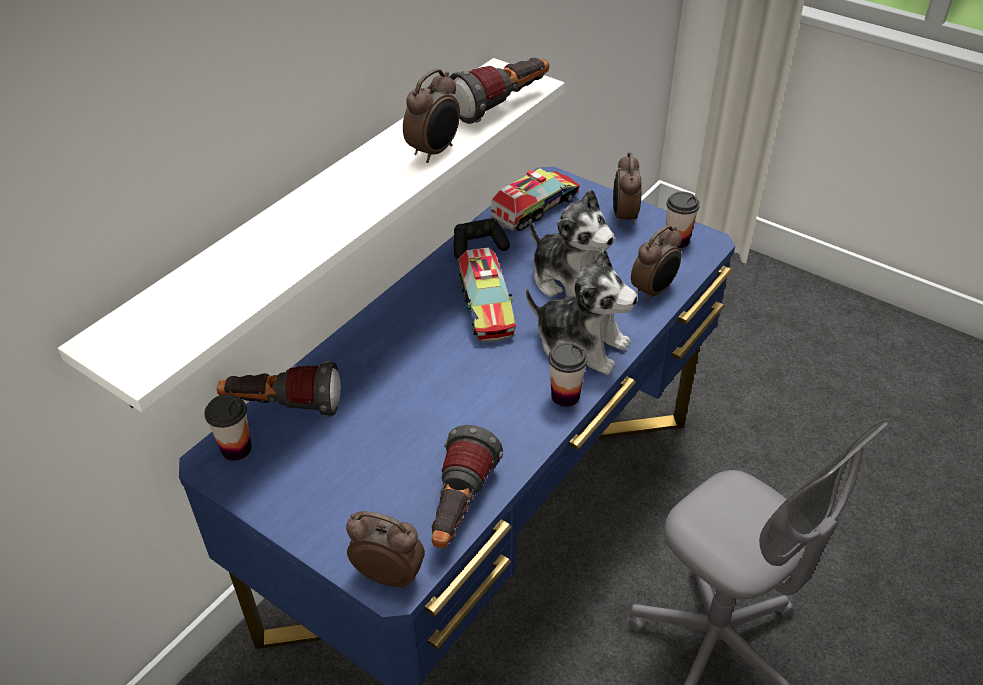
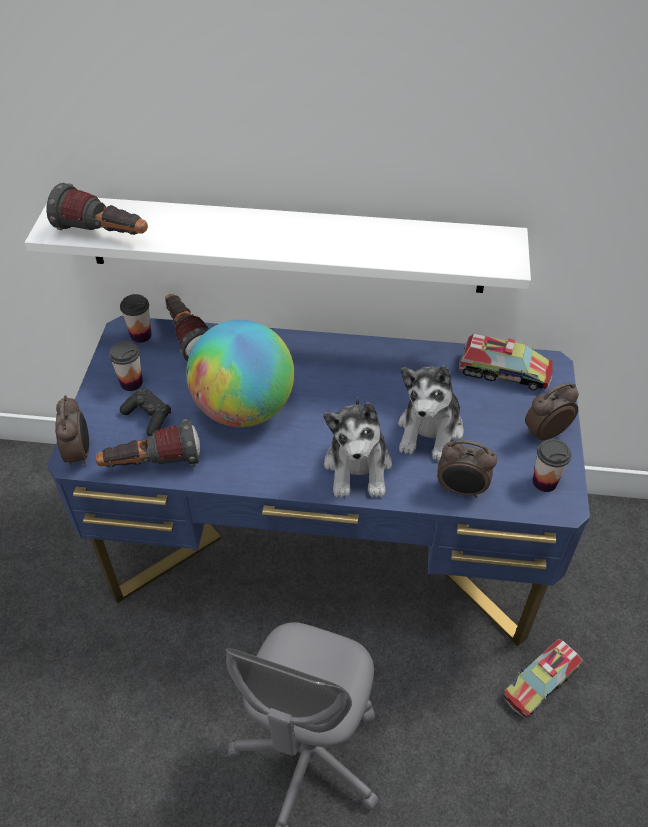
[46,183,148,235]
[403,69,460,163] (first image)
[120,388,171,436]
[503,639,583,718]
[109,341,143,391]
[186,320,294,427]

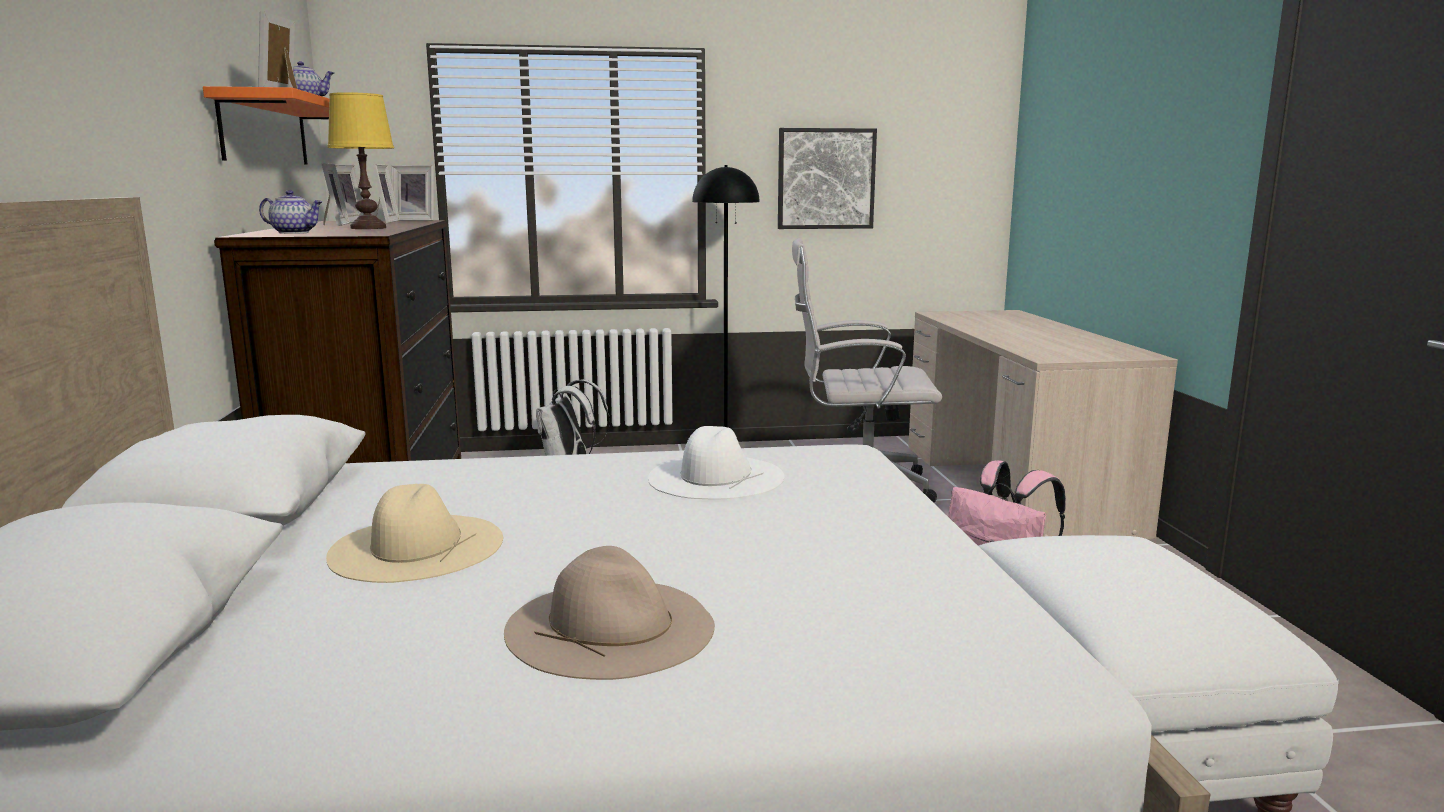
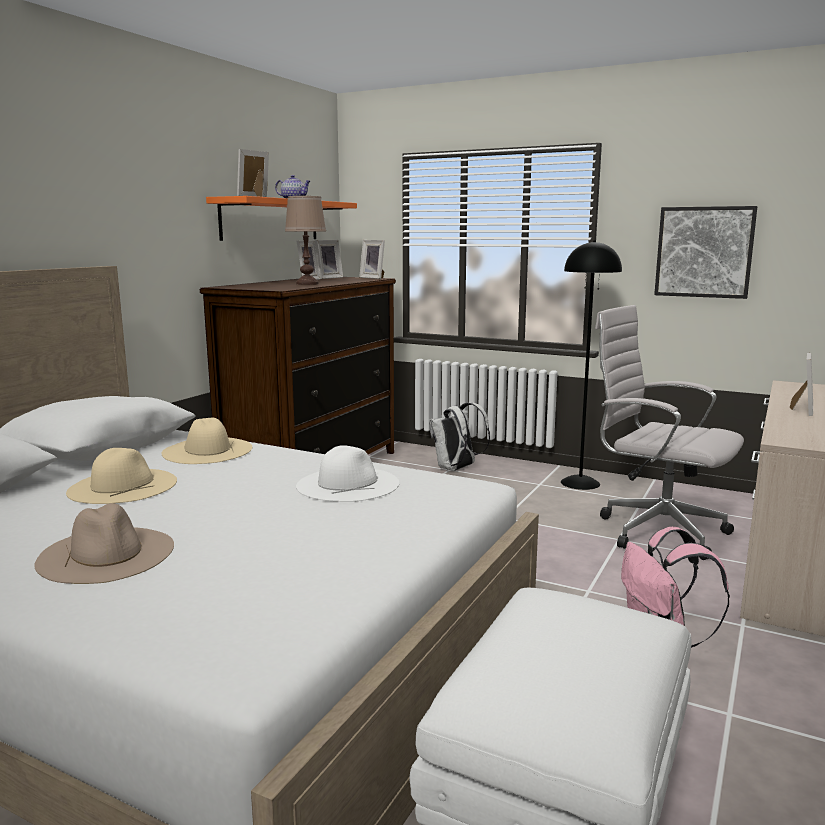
[285,196,326,285]
[790,353,813,416]
[259,190,323,234] (first image)
[162,417,252,464]

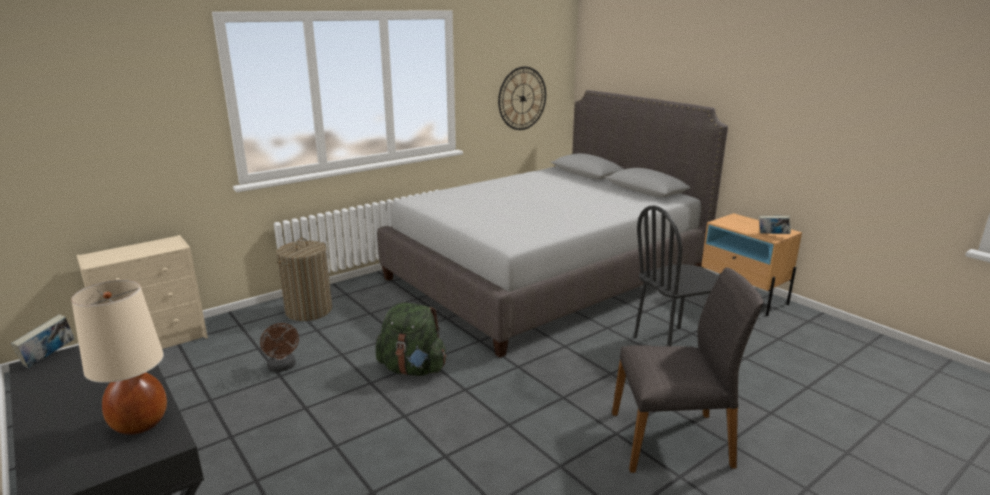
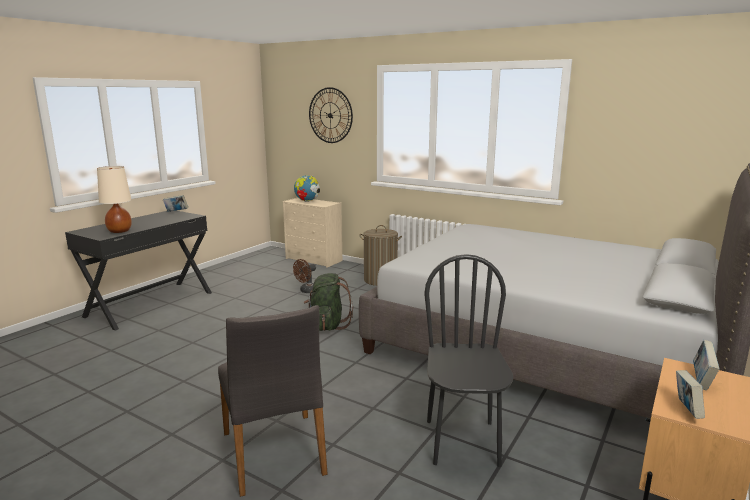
[309,87,353,143]
[424,254,513,467]
[294,175,320,202]
[693,340,720,390]

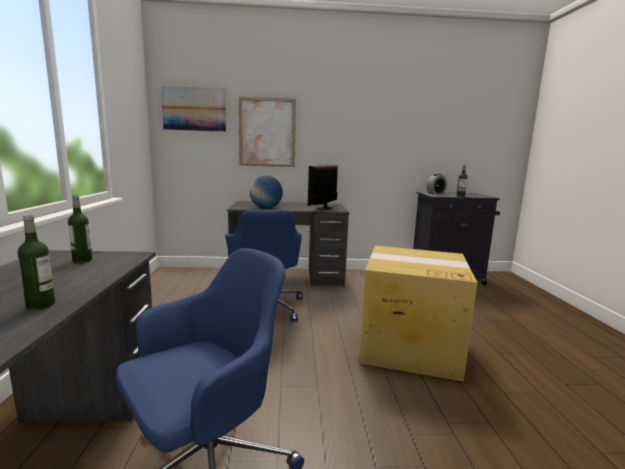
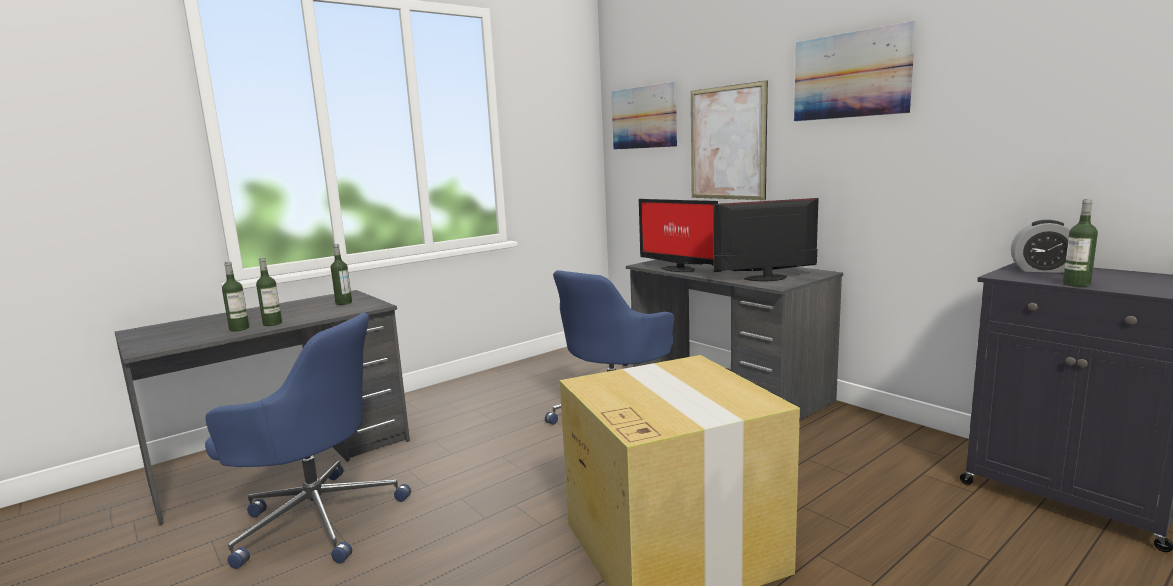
[639,199,718,272]
[794,21,916,121]
[256,258,282,326]

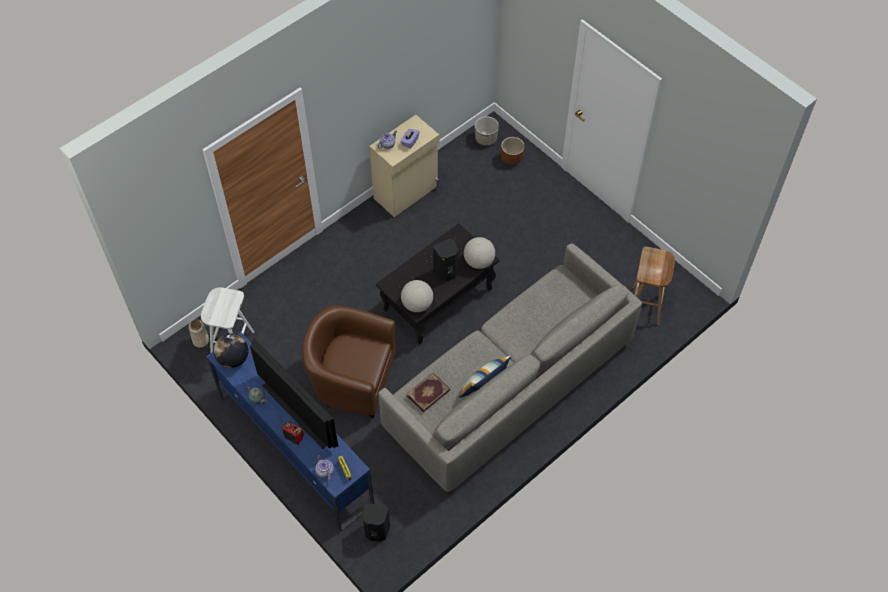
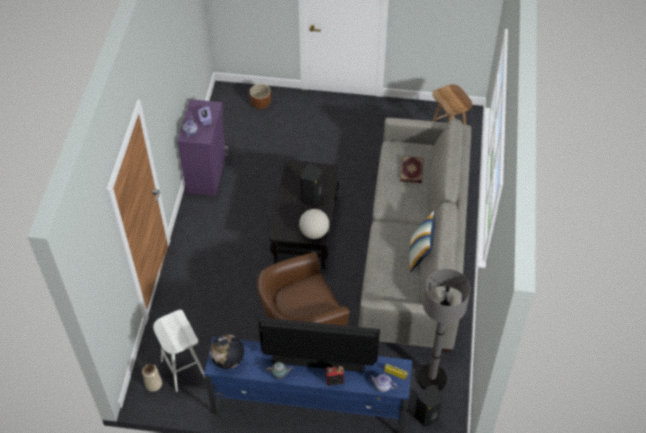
[177,99,229,196]
[475,116,499,146] (first image)
[464,237,495,269] (first image)
[400,156,424,183]
[417,269,470,391]

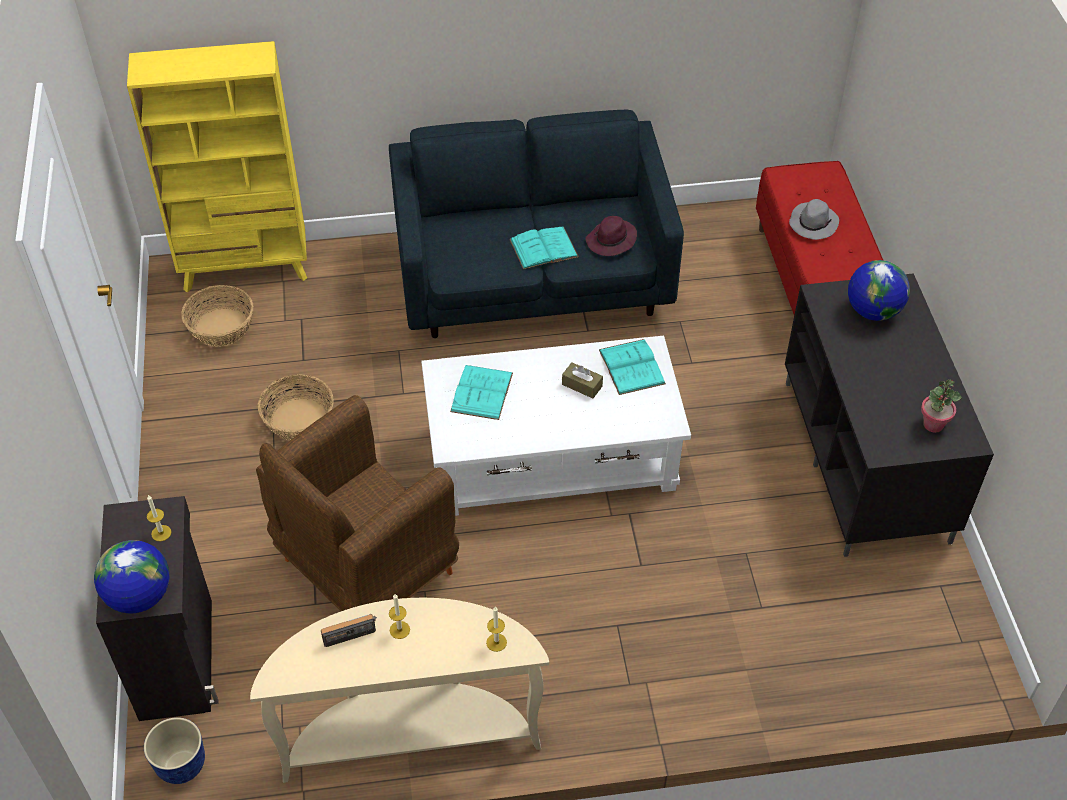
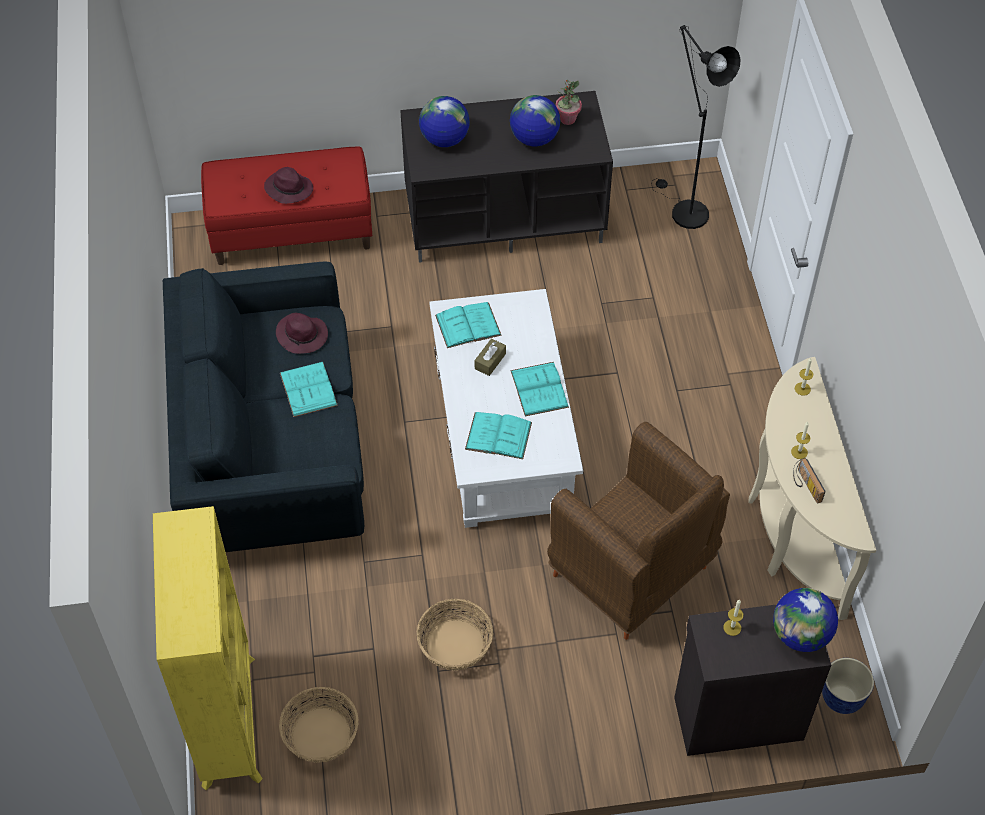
[264,167,313,204]
[651,25,740,229]
[510,95,560,147]
[510,362,569,416]

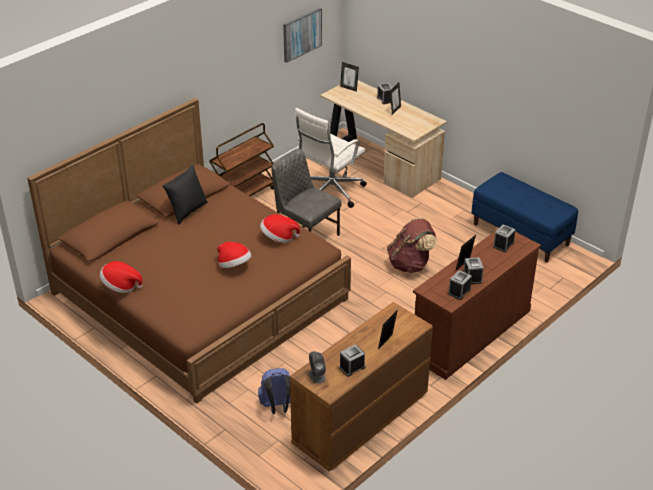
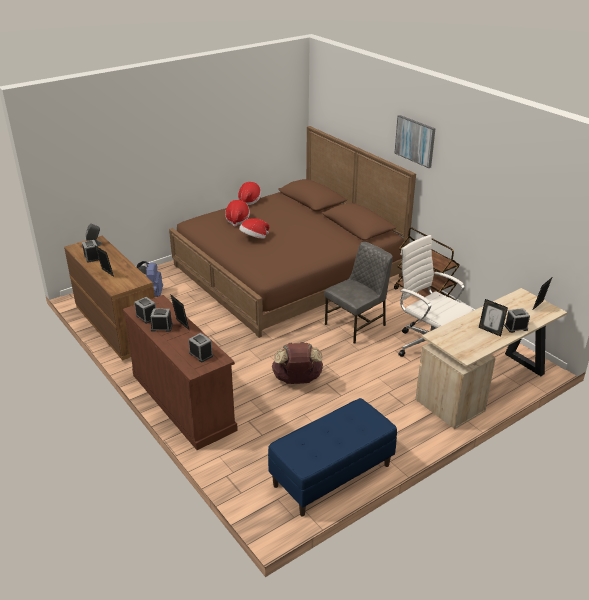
[395,115,435,168]
[162,165,208,225] (first image)
[225,200,250,227]

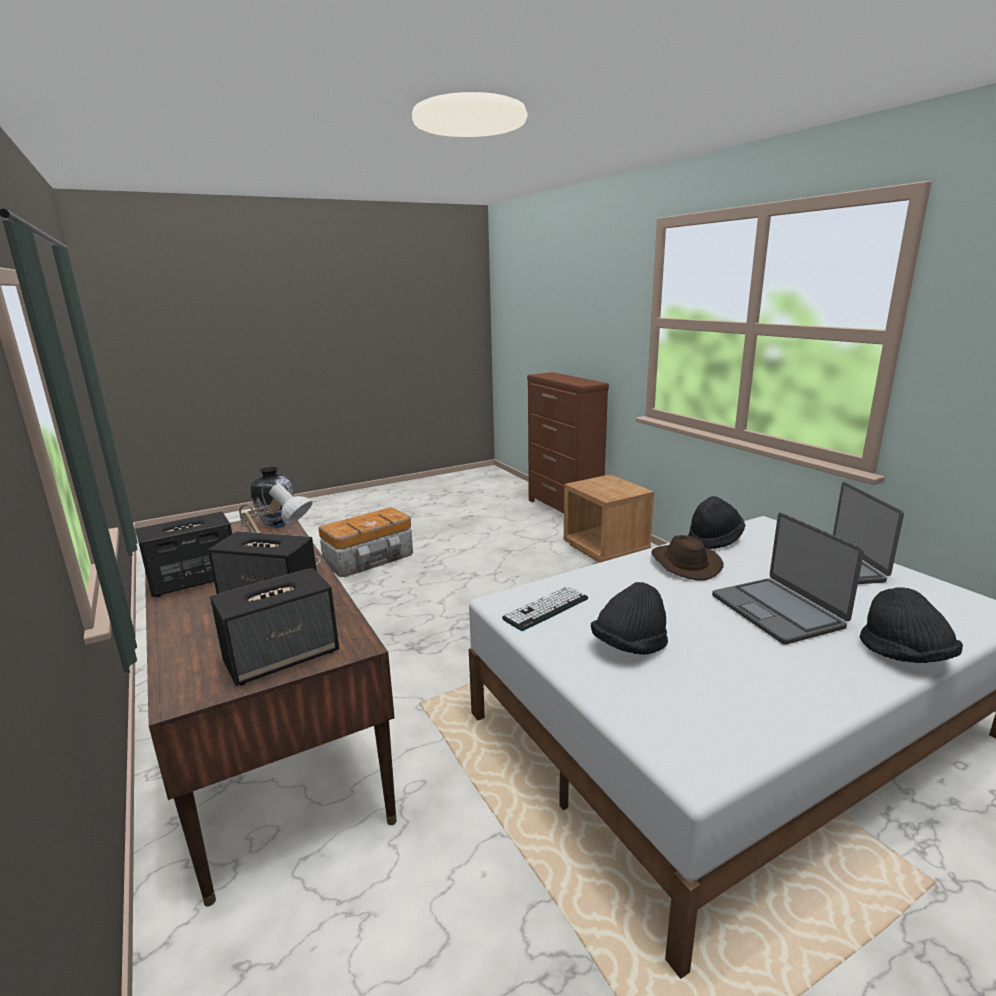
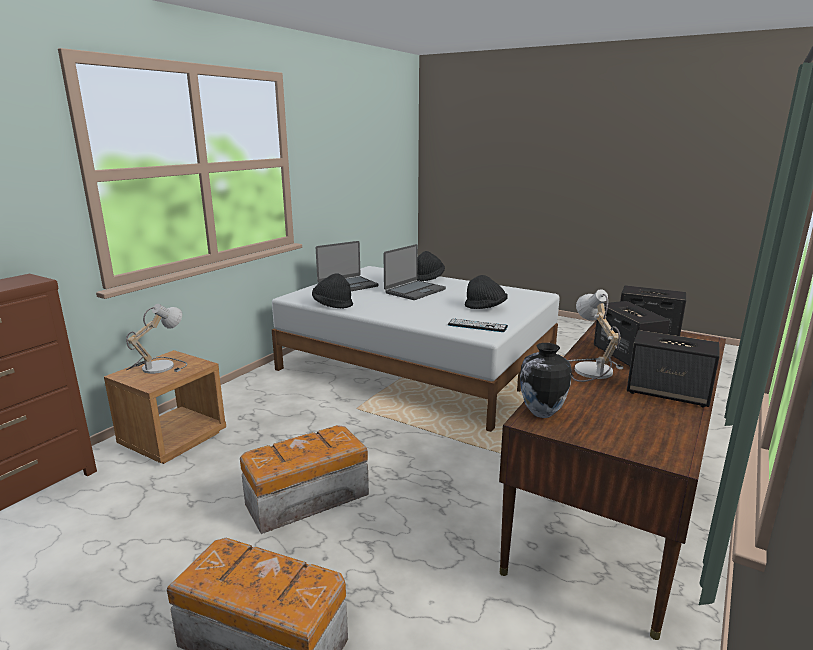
[651,535,724,581] (first image)
[126,304,187,374]
[240,425,369,534]

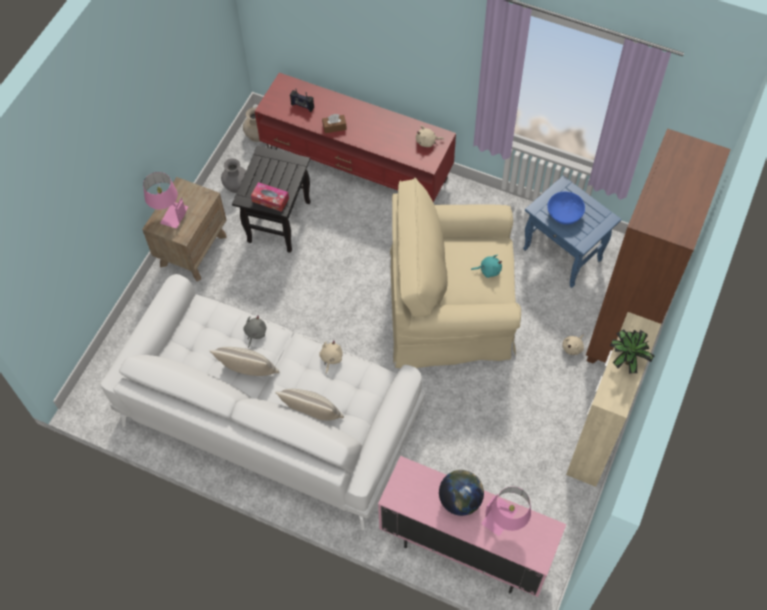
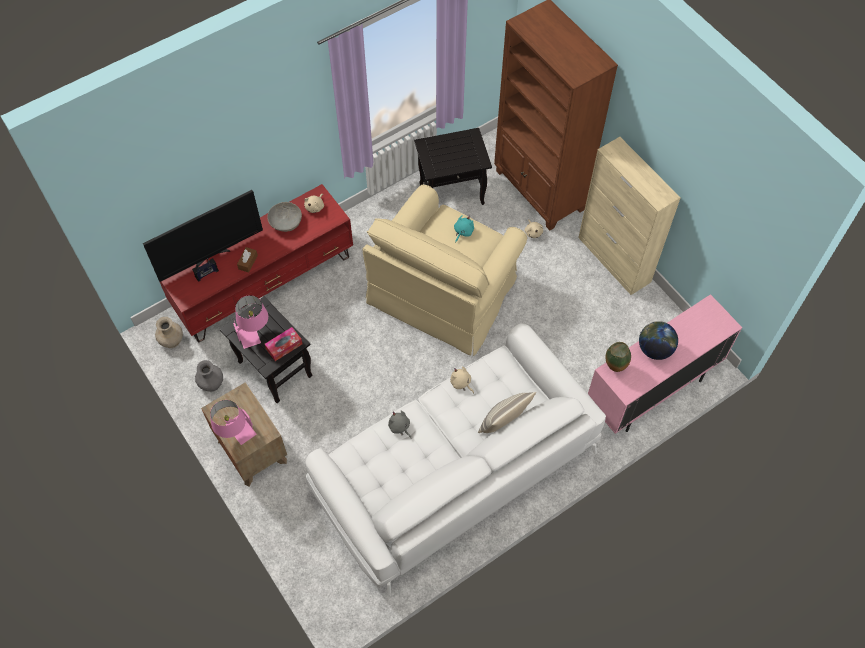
[414,128,492,205]
[548,192,585,225] (first image)
[610,329,655,374] (first image)
[209,347,280,376] (first image)
[233,295,268,349]
[143,190,263,282]
[267,202,302,232]
[605,342,631,372]

